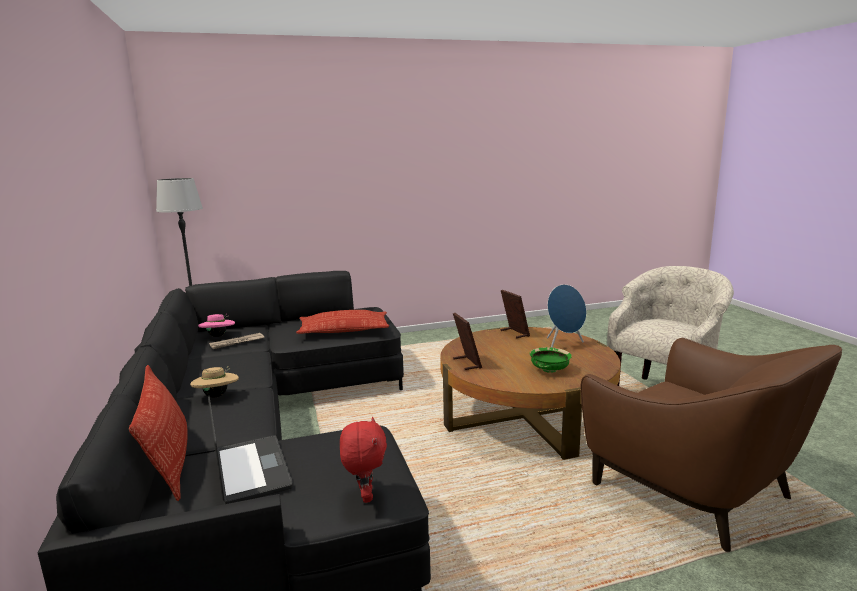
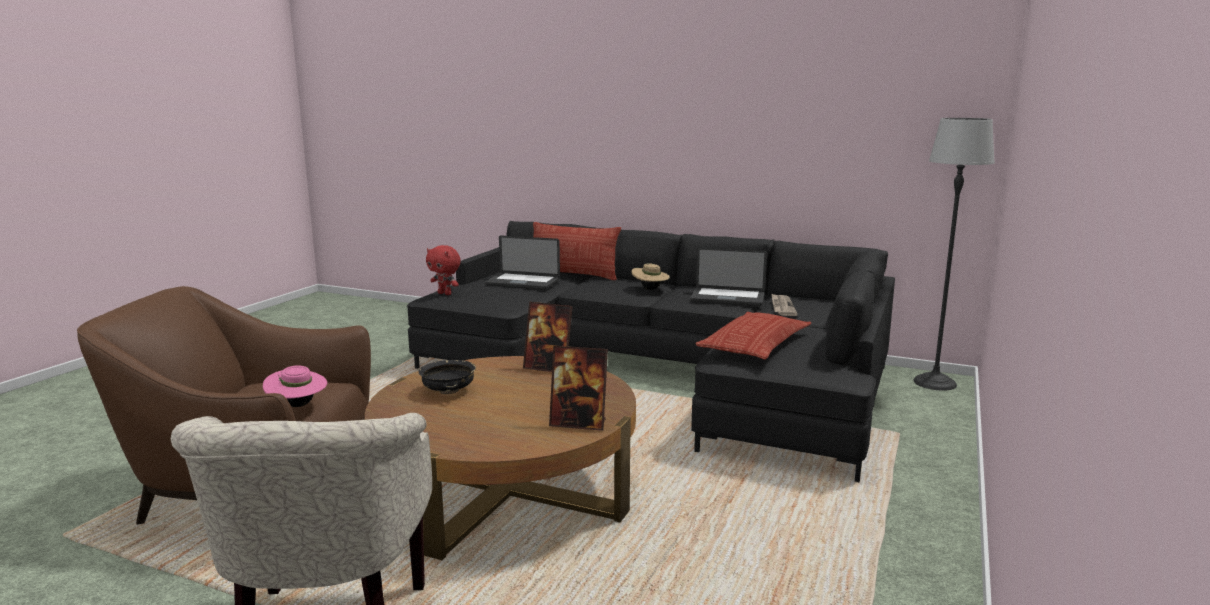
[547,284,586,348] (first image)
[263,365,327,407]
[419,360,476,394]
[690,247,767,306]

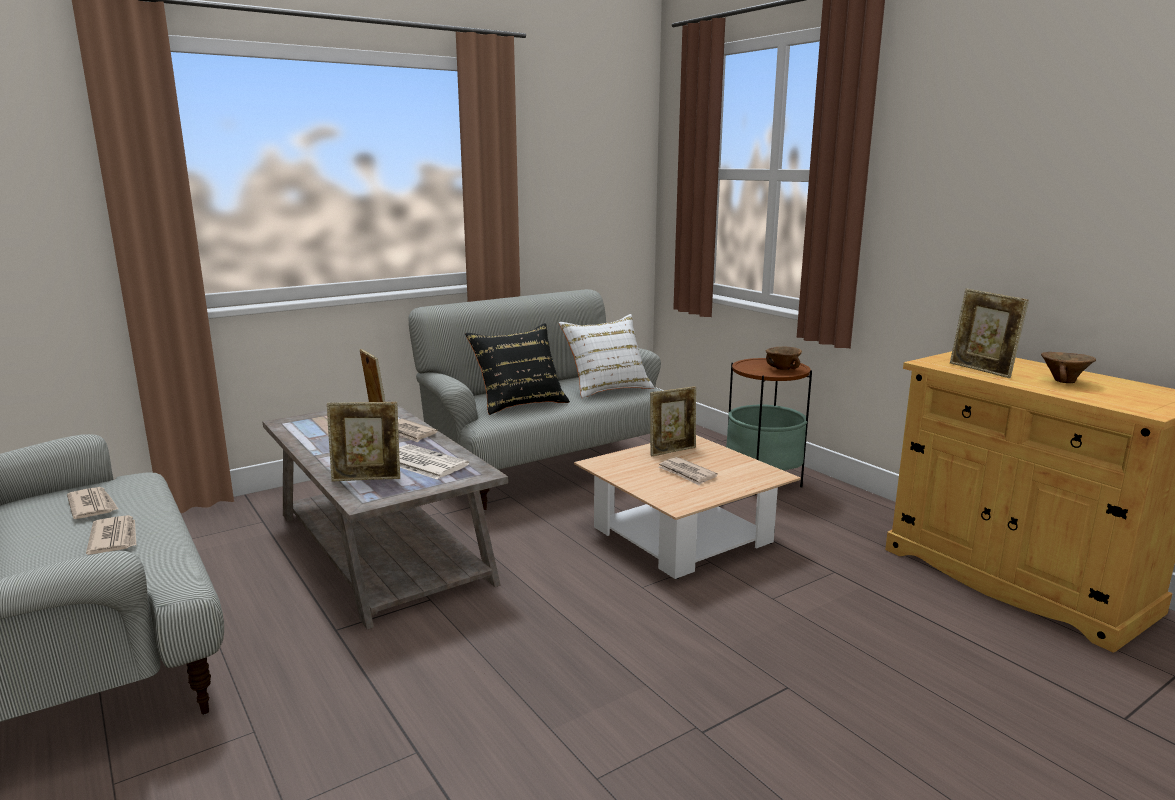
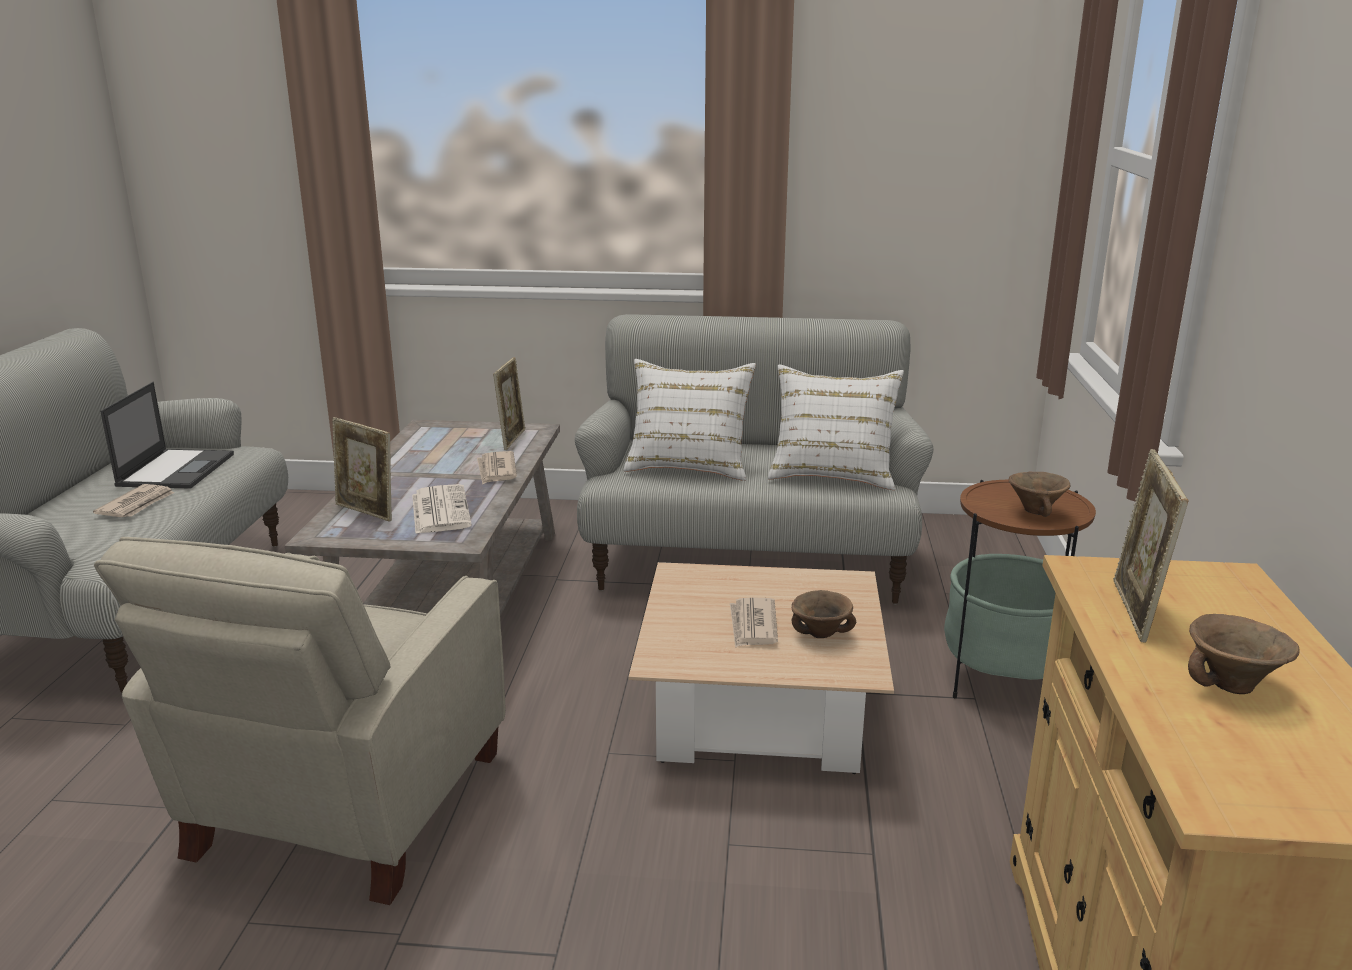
[624,359,756,481]
[650,386,696,456] (first image)
[100,382,234,489]
[94,537,506,905]
[792,590,856,638]

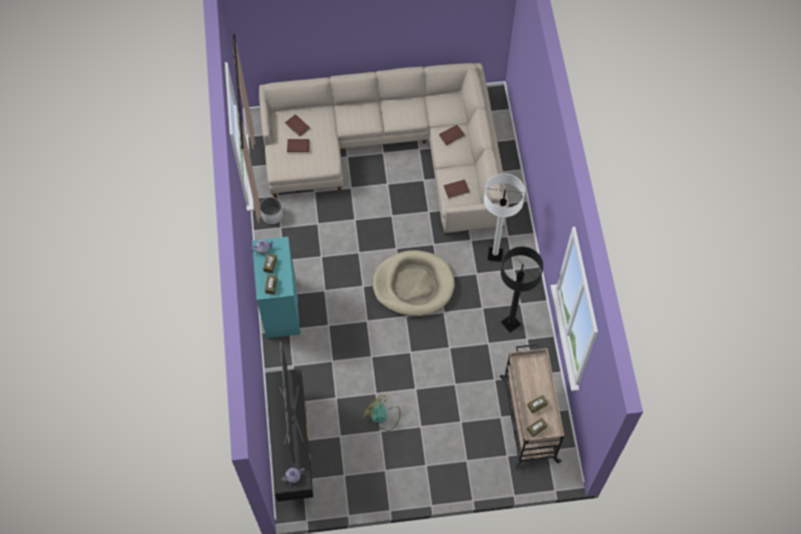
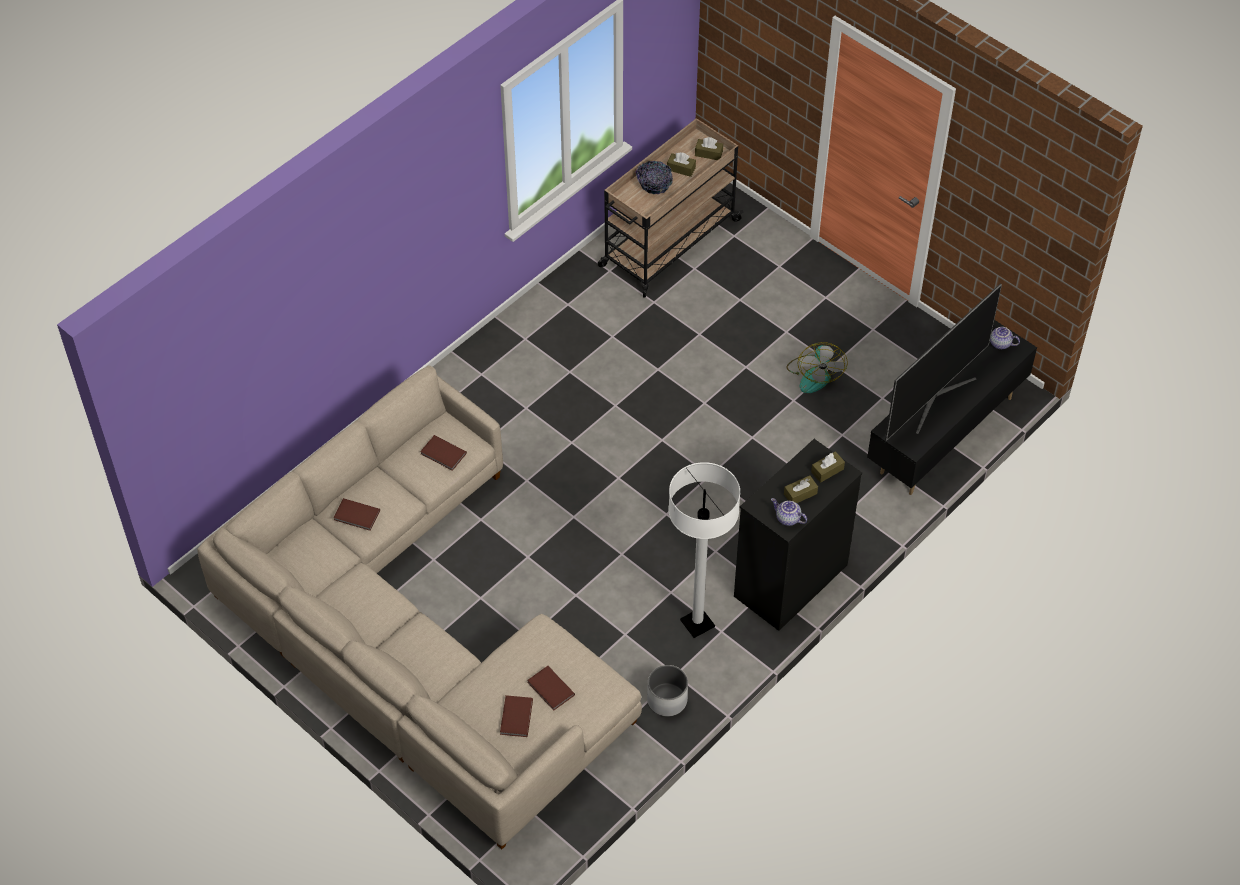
[668,462,740,638]
[734,439,862,631]
[501,246,544,333] (first image)
[372,250,455,317] (first image)
[636,161,673,194]

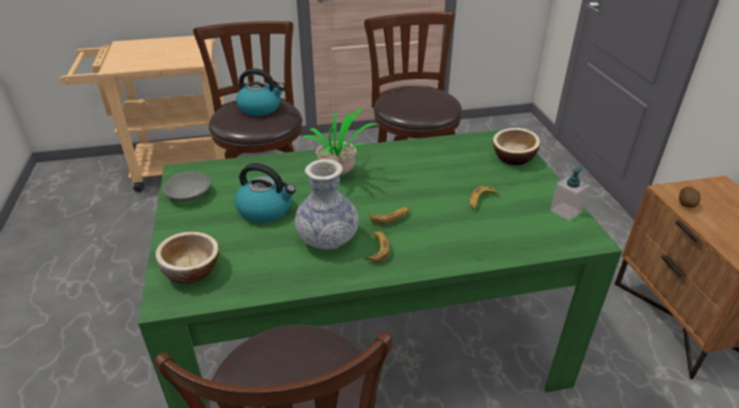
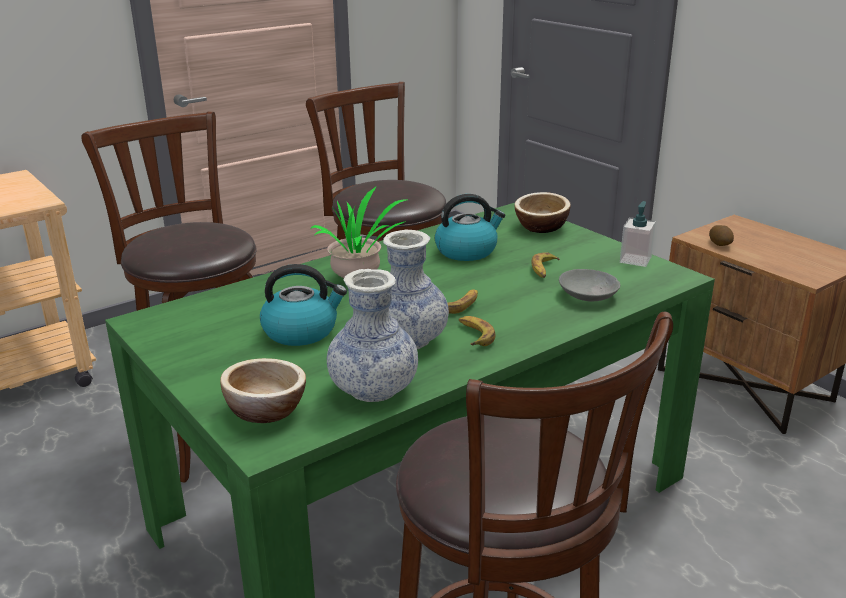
[435,194,505,261]
[559,269,620,301]
[327,269,418,402]

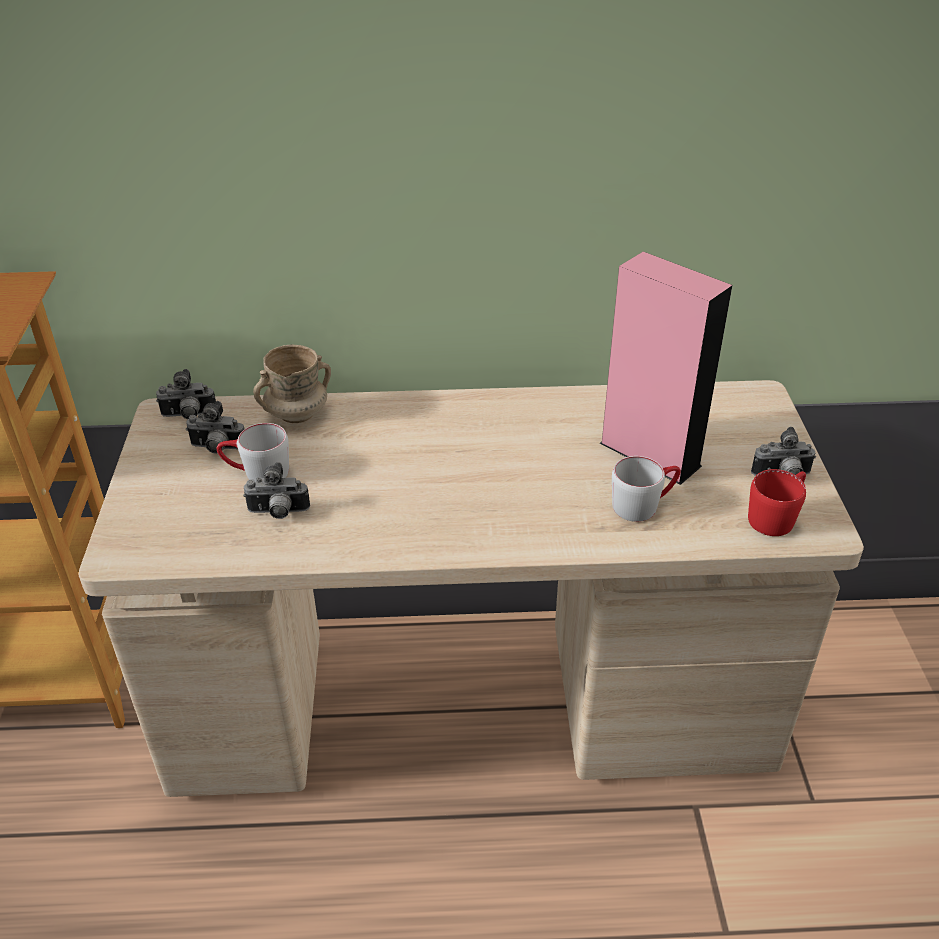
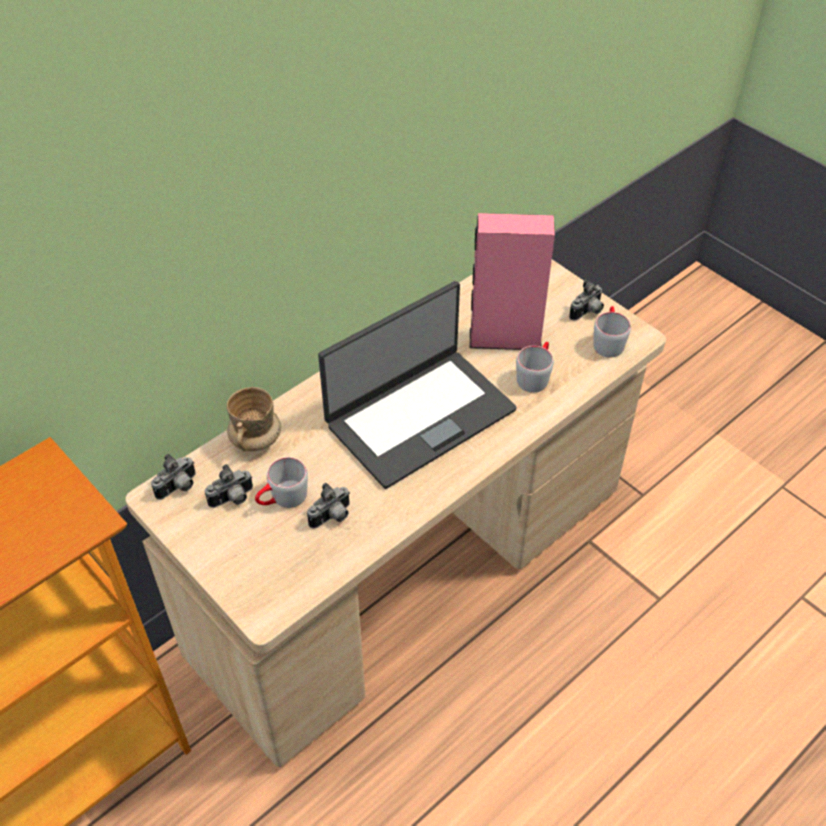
[593,306,631,358]
[318,281,517,489]

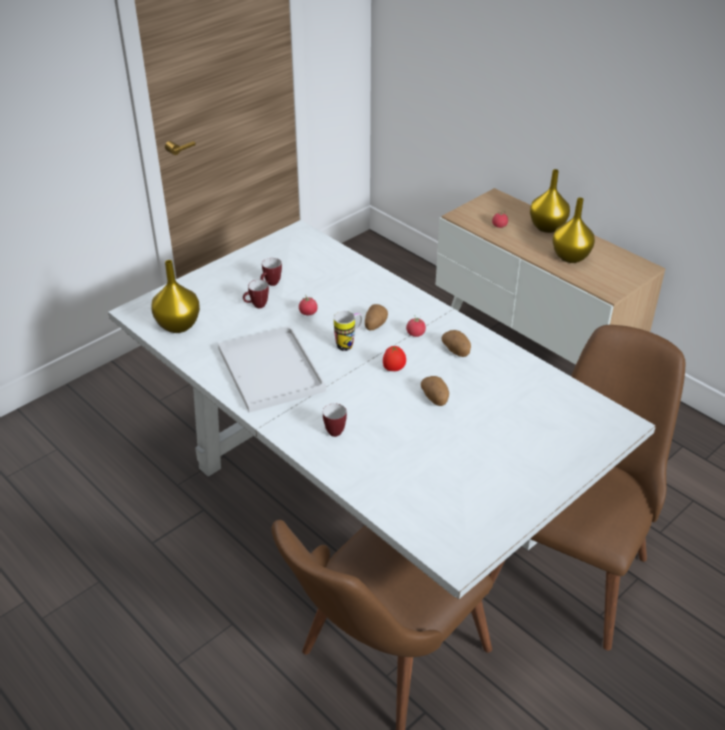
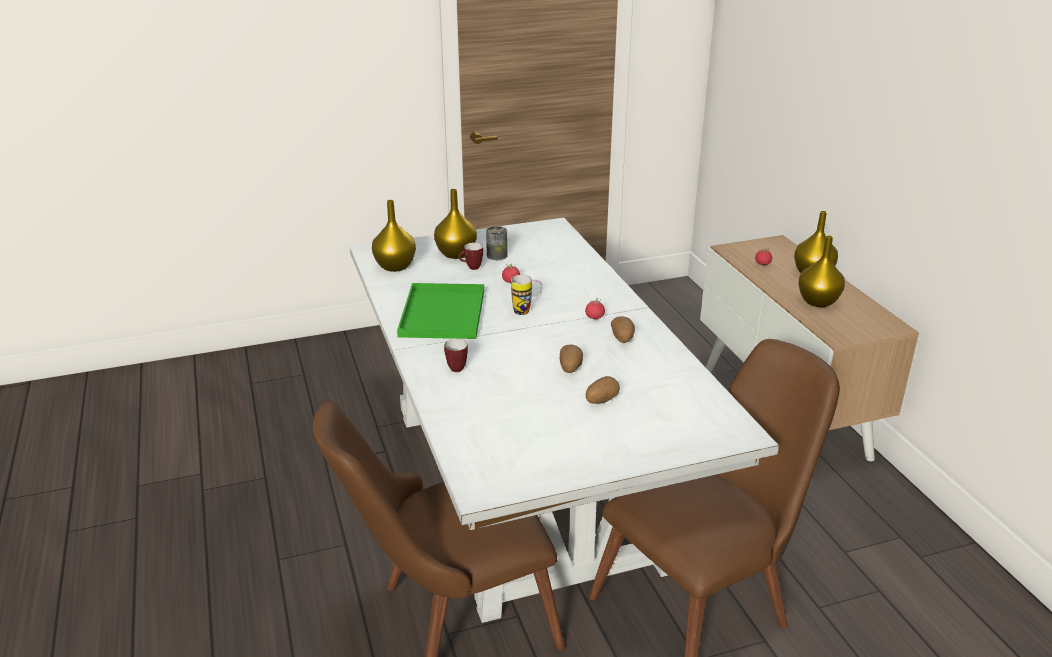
[486,226,508,260]
[586,376,620,404]
[397,283,484,339]
[383,346,406,371] (first image)
[434,189,477,259]

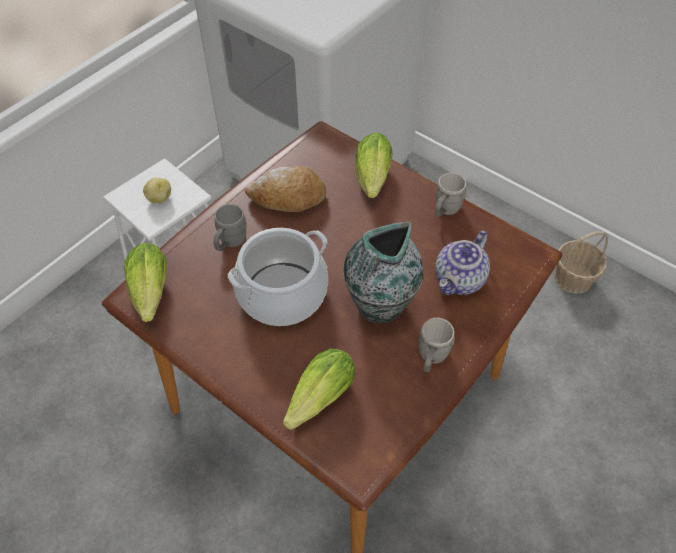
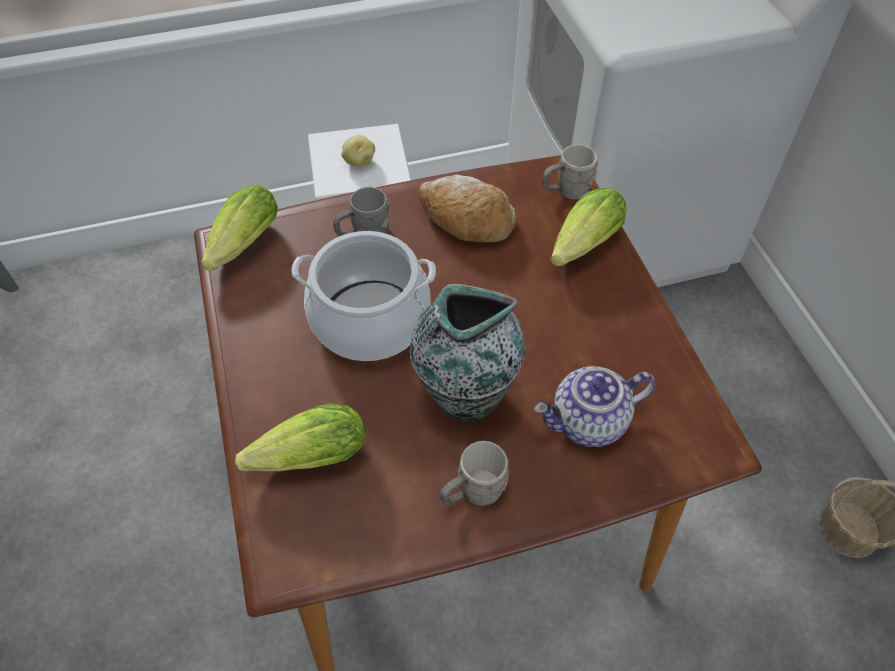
[542,144,598,200]

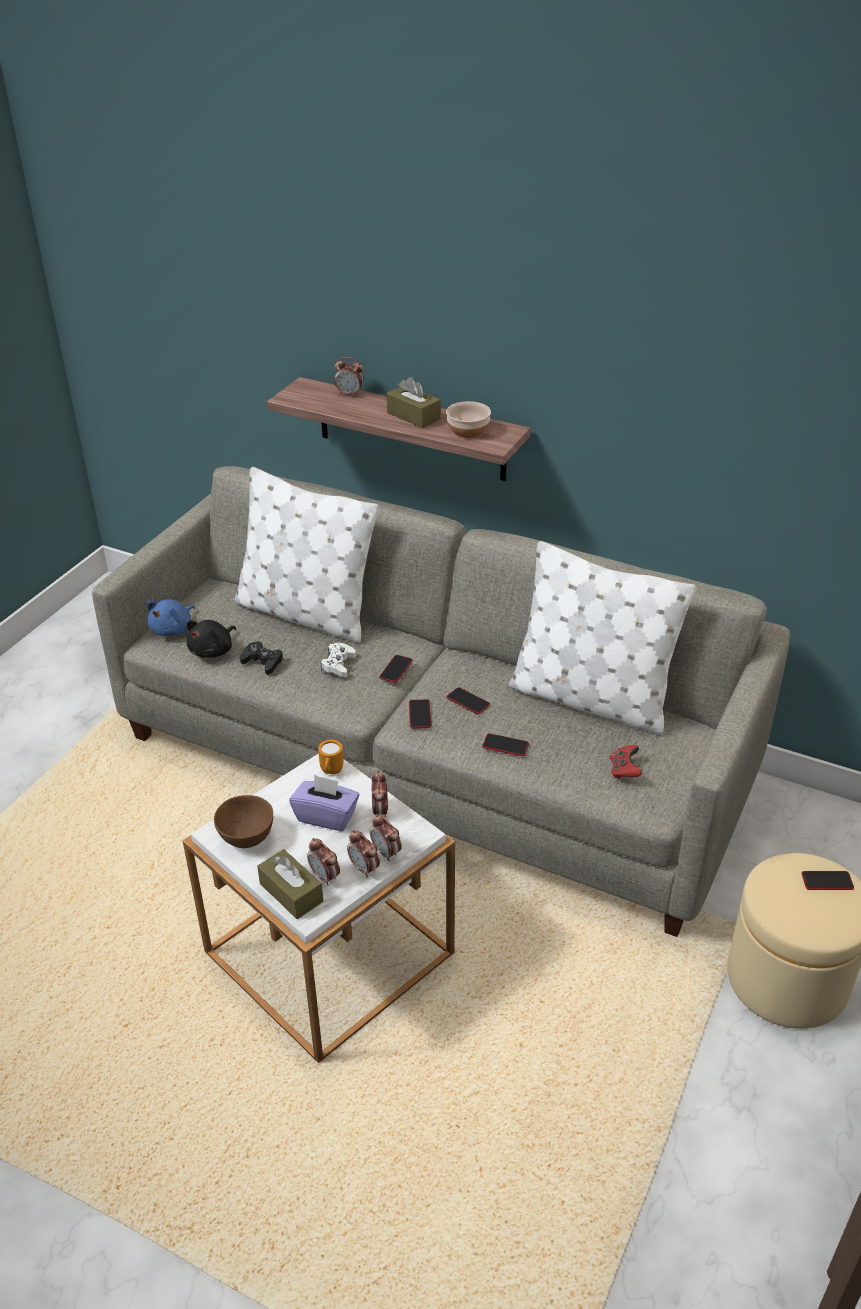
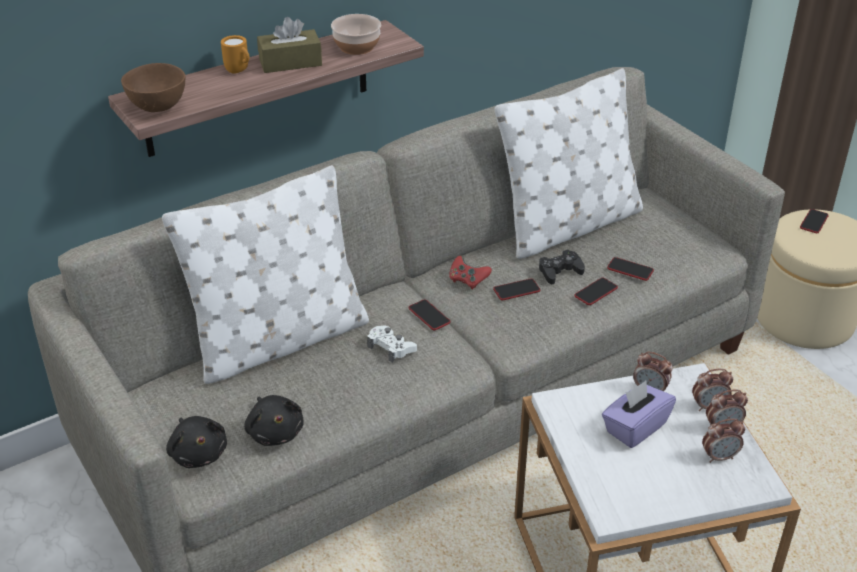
[334,357,364,396] (first image)
[166,416,227,468]
[539,250,585,284]
[607,257,654,281]
[221,35,250,74]
[449,256,492,290]
[121,63,185,112]
[257,849,323,919] (first image)

